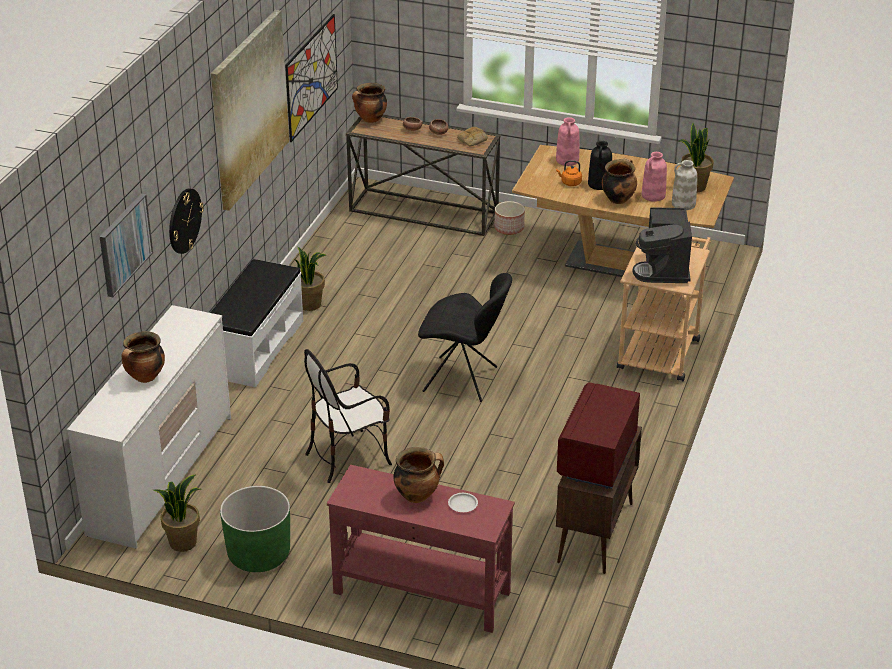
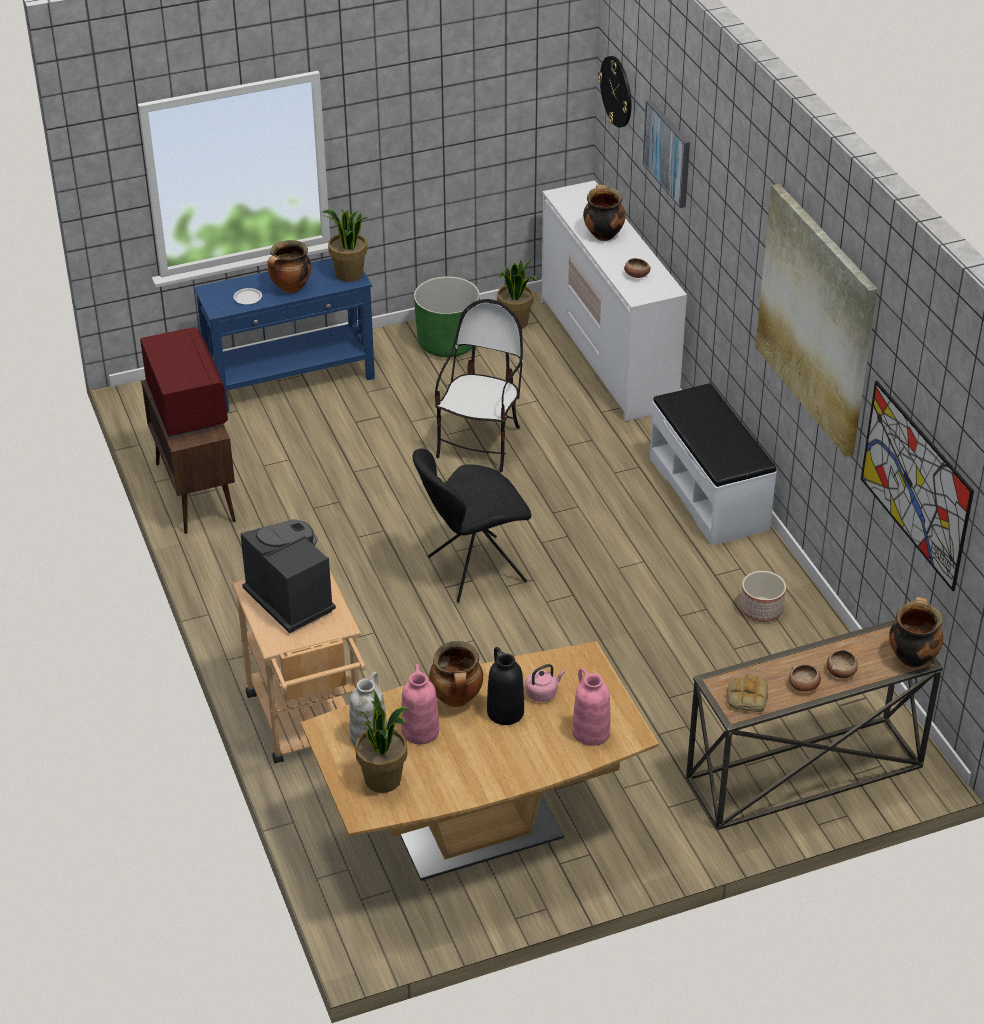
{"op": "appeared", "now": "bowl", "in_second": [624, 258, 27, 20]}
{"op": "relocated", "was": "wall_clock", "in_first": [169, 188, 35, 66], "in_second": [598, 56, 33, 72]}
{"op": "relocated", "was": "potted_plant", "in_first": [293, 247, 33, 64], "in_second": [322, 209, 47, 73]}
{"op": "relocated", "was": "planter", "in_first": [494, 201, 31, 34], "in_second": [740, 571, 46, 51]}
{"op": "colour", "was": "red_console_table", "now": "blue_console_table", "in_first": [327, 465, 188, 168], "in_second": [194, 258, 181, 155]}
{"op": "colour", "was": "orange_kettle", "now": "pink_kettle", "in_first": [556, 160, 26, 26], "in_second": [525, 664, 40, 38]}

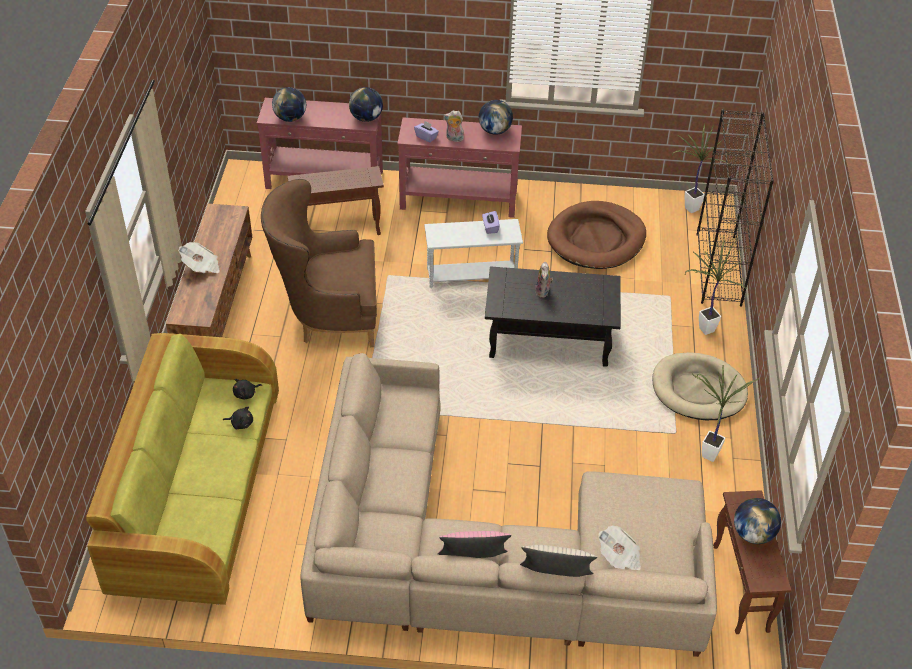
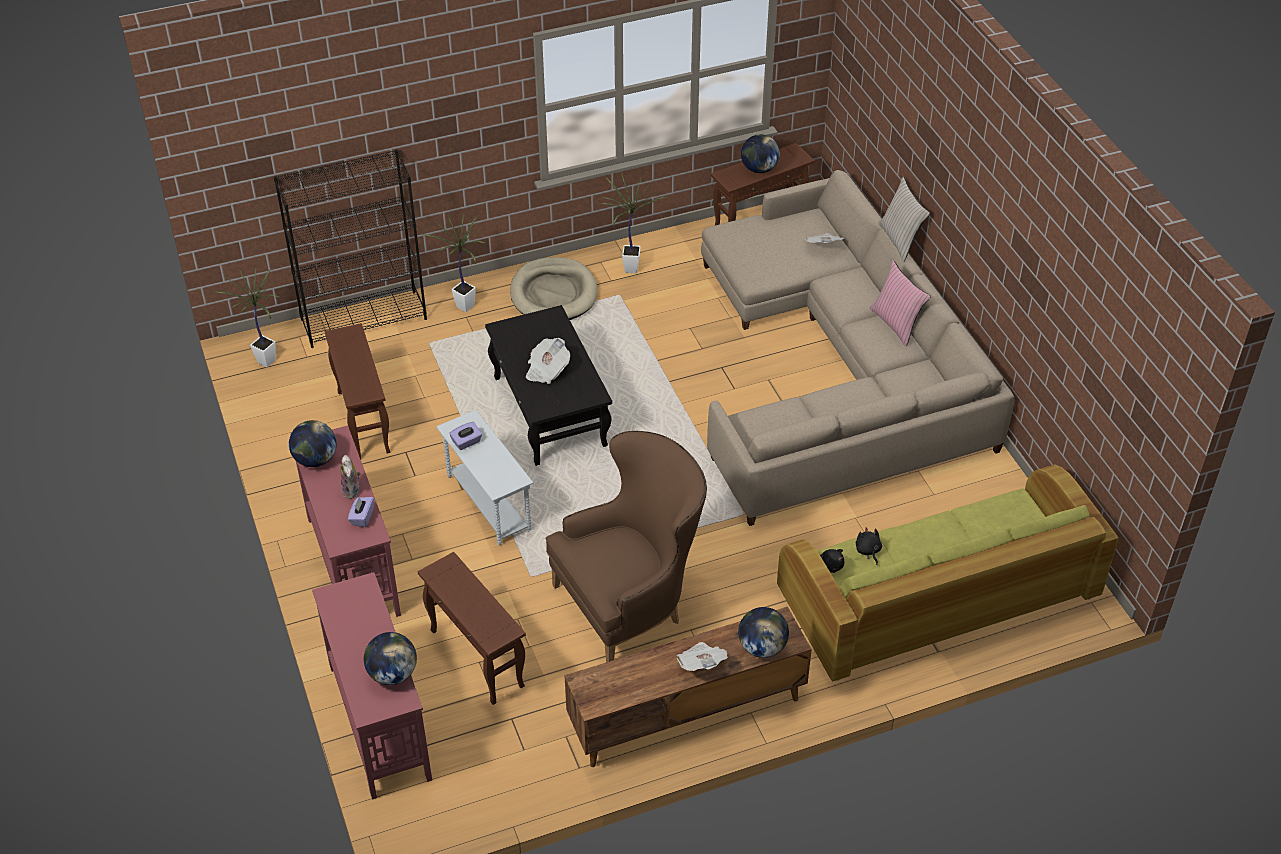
{"op": "relocated", "was": "globe", "in_first": [349, 87, 34, 35], "in_second": [738, 607, 51, 51]}
{"op": "exchanged", "was": "plush_toy", "now": "newspaper", "in_first": [535, 262, 18, 36], "in_second": [526, 338, 44, 46]}
{"op": "exchanged", "was": "brown_dog_bed", "now": "brown_side_table", "in_first": [547, 201, 99, 68], "in_second": [324, 323, 66, 136]}
{"op": "spun", "was": "brown_armchair", "in_first": [261, 179, 116, 168], "in_second": [546, 431, 161, 231], "clockwise": -90}

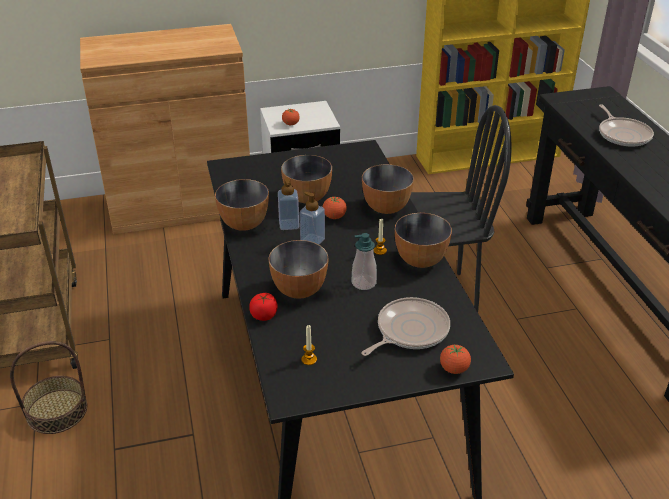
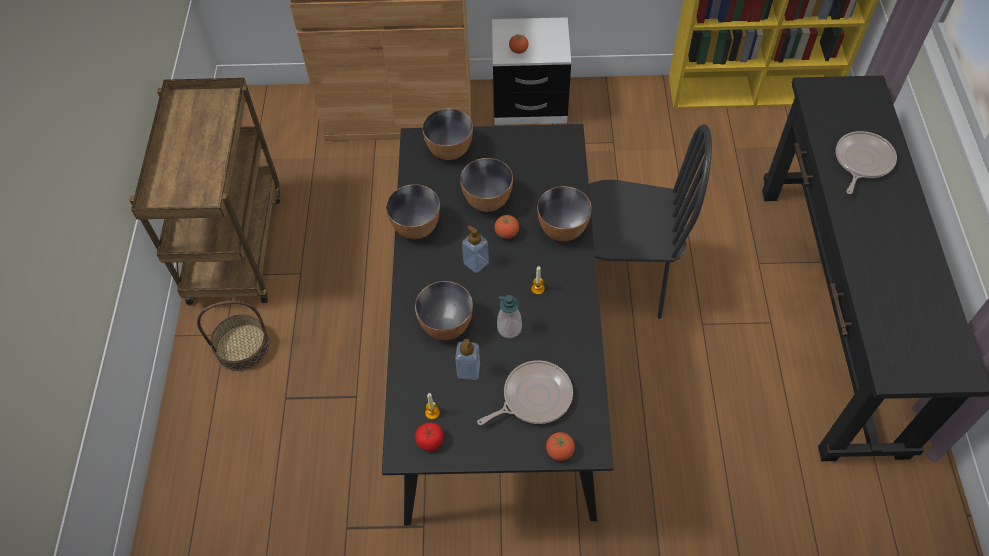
{"op": "relocated", "was": "tomato", "in_first": [249, 293, 29, 28], "in_second": [415, 423, 28, 28]}
{"op": "relocated", "was": "soap_dispenser", "in_first": [278, 178, 21, 52], "in_second": [455, 339, 25, 41]}
{"op": "relocated", "was": "bowl", "in_first": [395, 213, 57, 55], "in_second": [422, 108, 51, 52]}
{"op": "spun", "was": "frying_pan", "in_first": [599, 104, 55, 43], "in_second": [836, 131, 61, 63], "clockwise": -150}

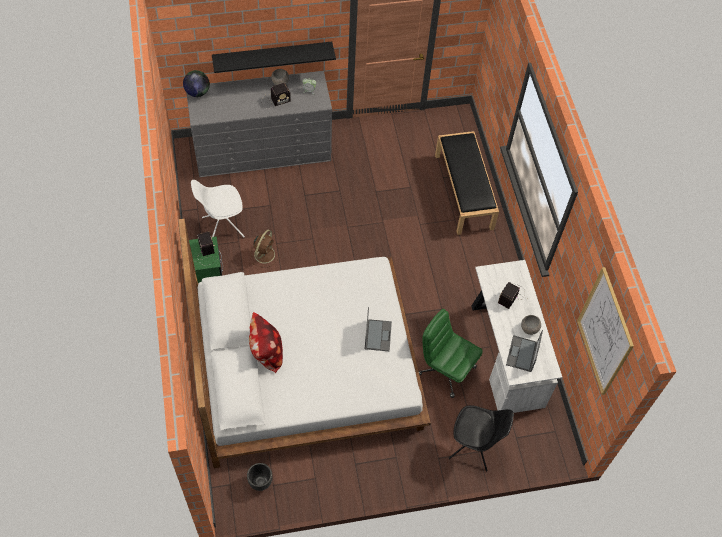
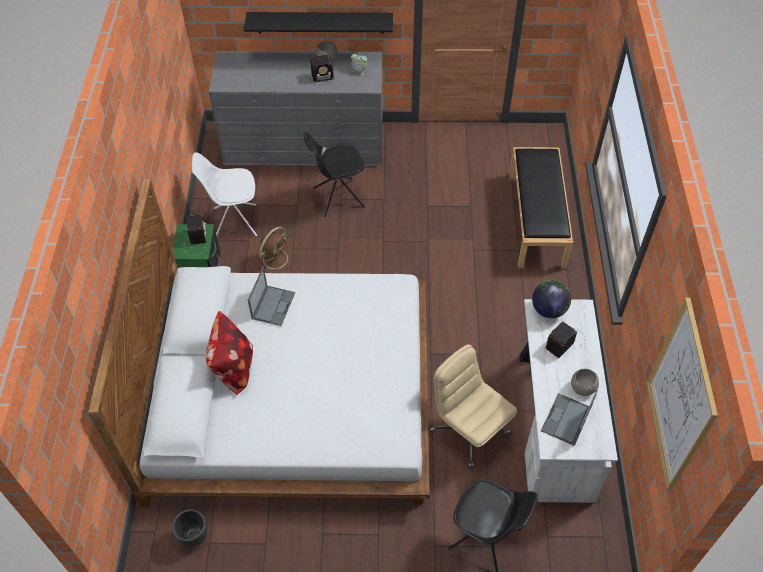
{"op": "appeared", "now": "black_chair", "in_second": [303, 132, 62, 85]}
{"op": "relocated", "was": "globe", "in_first": [183, 70, 27, 27], "in_second": [532, 280, 39, 38]}
{"op": "relocated", "was": "laptop", "in_first": [365, 307, 27, 44], "in_second": [248, 267, 47, 59]}
{"op": "colour", "was": "green_office_chair", "now": "beige_office_chair", "in_first": [419, 309, 64, 89], "in_second": [429, 344, 88, 125]}

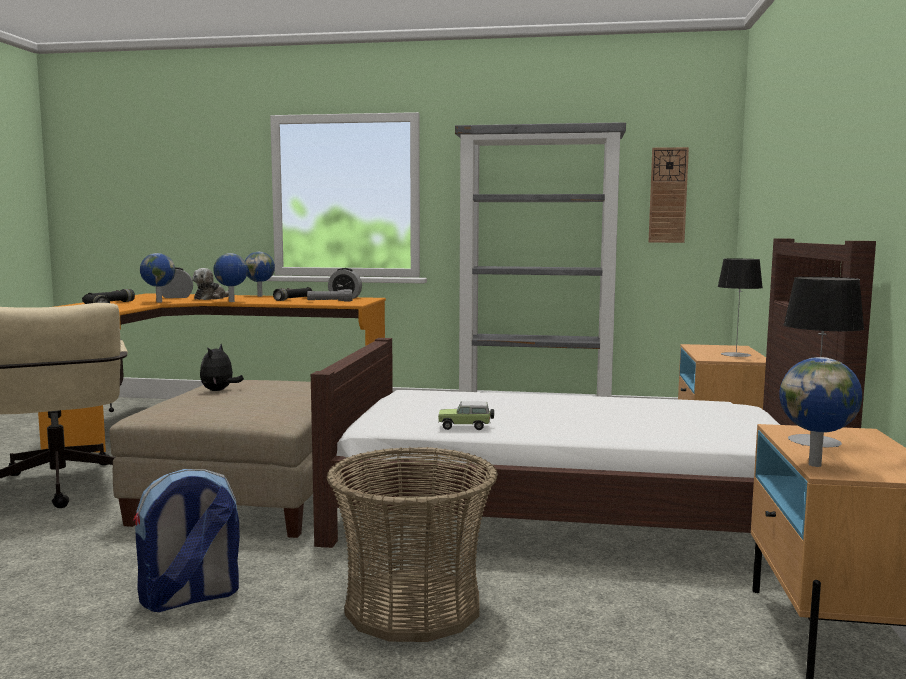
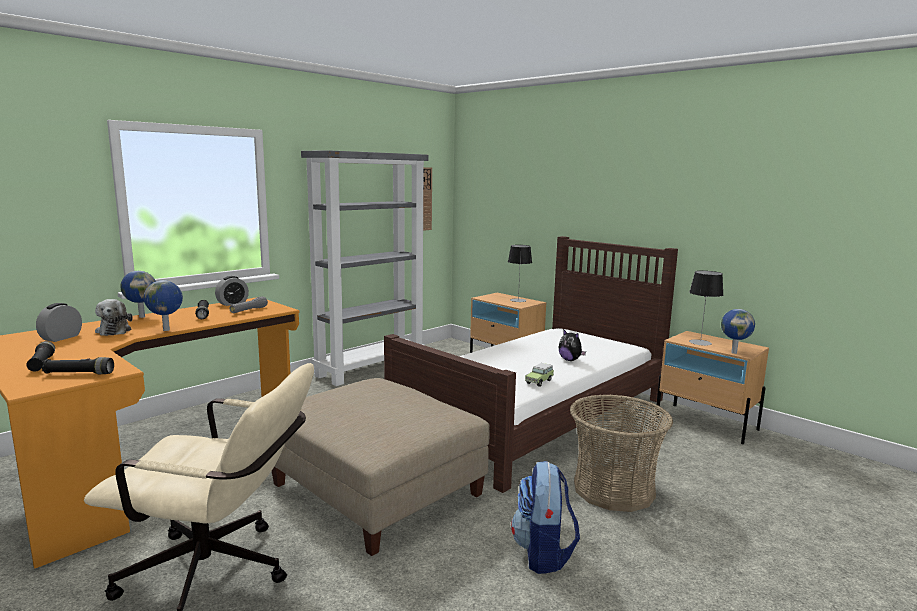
{"op": "missing", "was": "globe", "in_first": [140, 253, 35, 50]}
{"op": "relocated", "was": "plush_toy", "in_first": [200, 344, 44, 47], "in_second": [559, 329, 27, 32]}

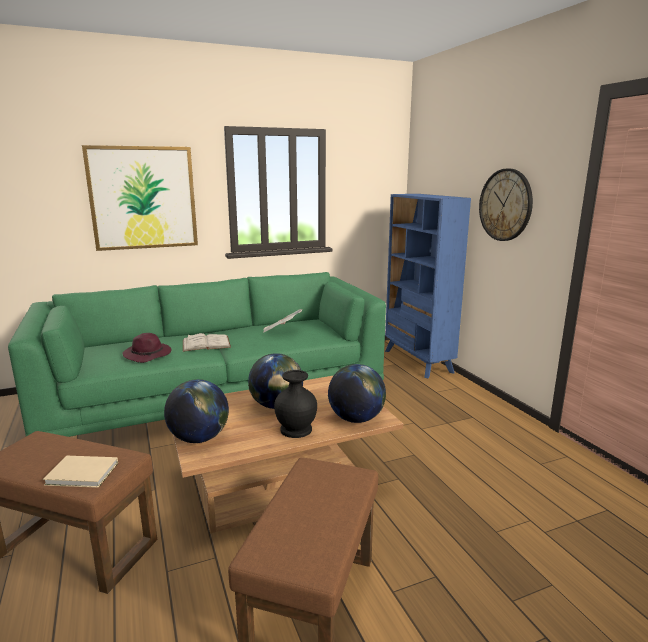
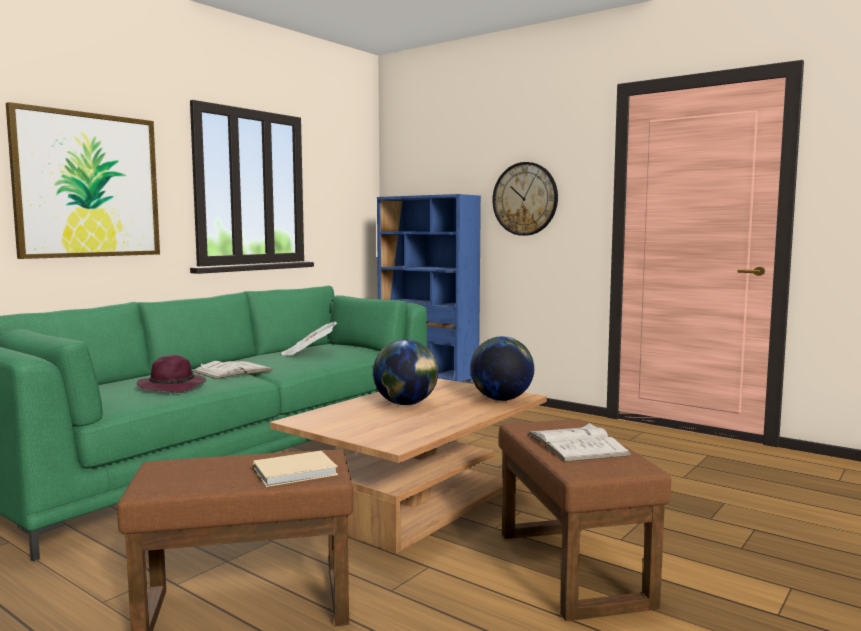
{"op": "missing", "was": "globe", "in_first": [164, 379, 65, 64]}
{"op": "missing", "was": "black_vase", "in_first": [274, 370, 43, 68]}
{"op": "appeared", "now": "white_book", "in_second": [527, 423, 105, 40]}

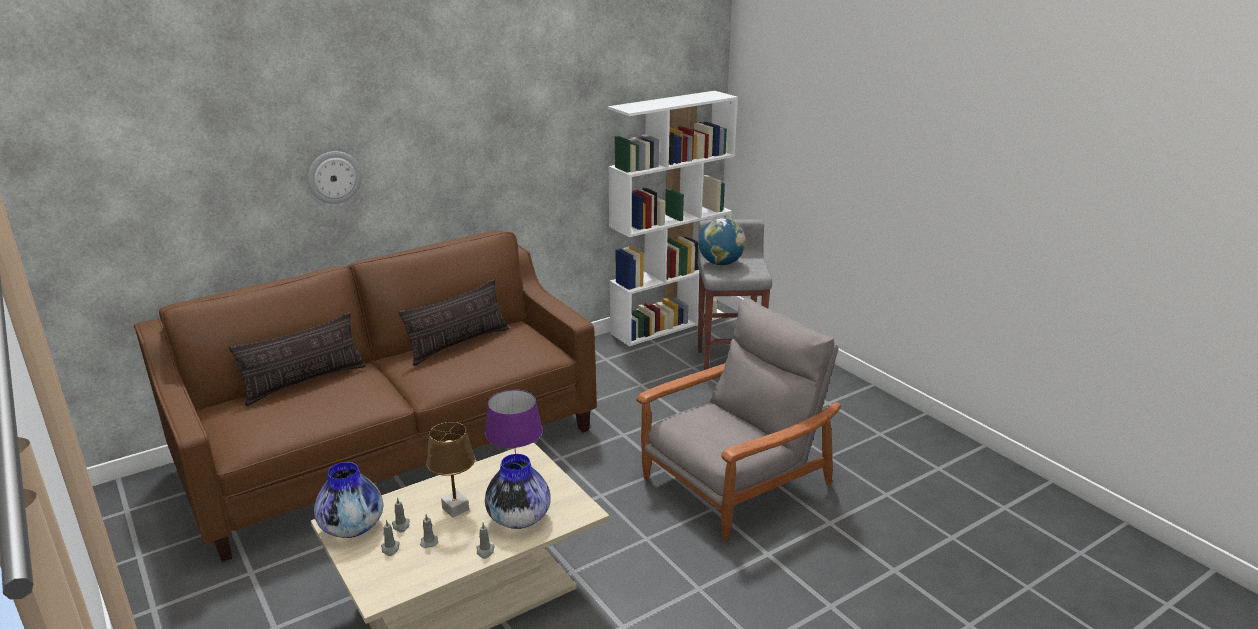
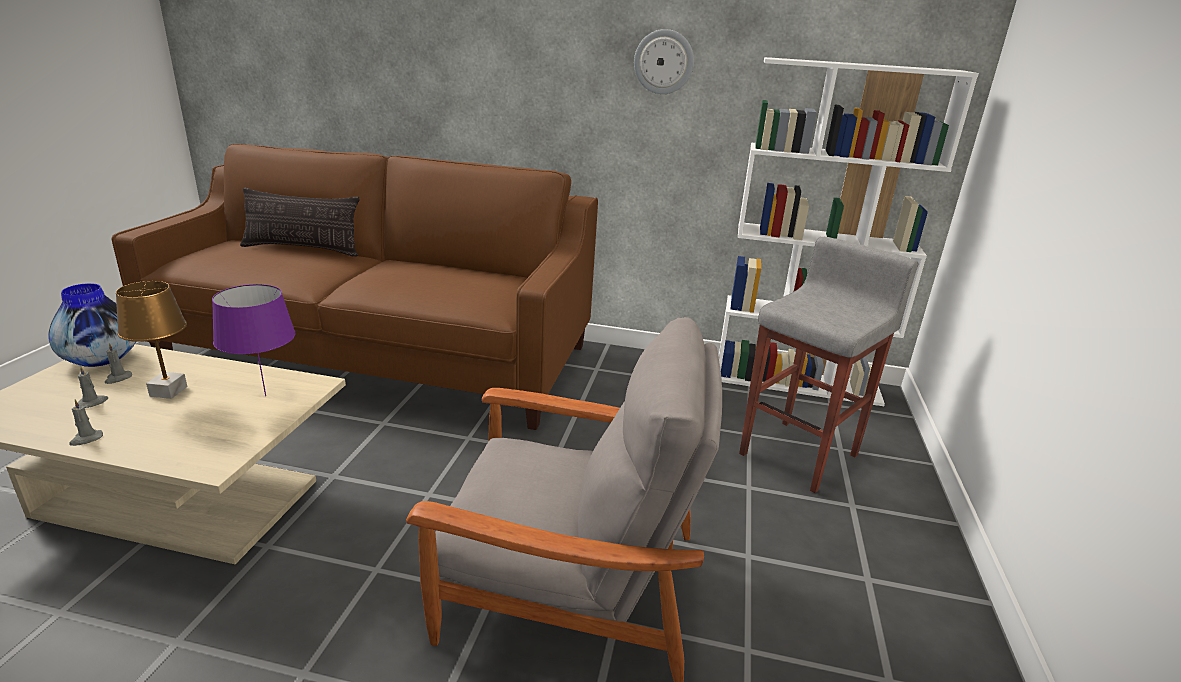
{"op": "missing", "was": "grey_candle", "in_first": [381, 520, 19, 36]}
{"op": "missing", "was": "pillow", "in_first": [399, 279, 110, 87]}
{"op": "missing", "was": "vase", "in_first": [485, 454, 66, 75]}
{"op": "missing", "was": "globe", "in_first": [699, 218, 47, 47]}
{"op": "relocated", "was": "wall_clock", "in_first": [308, 151, 54, 53], "in_second": [634, 29, 60, 65]}

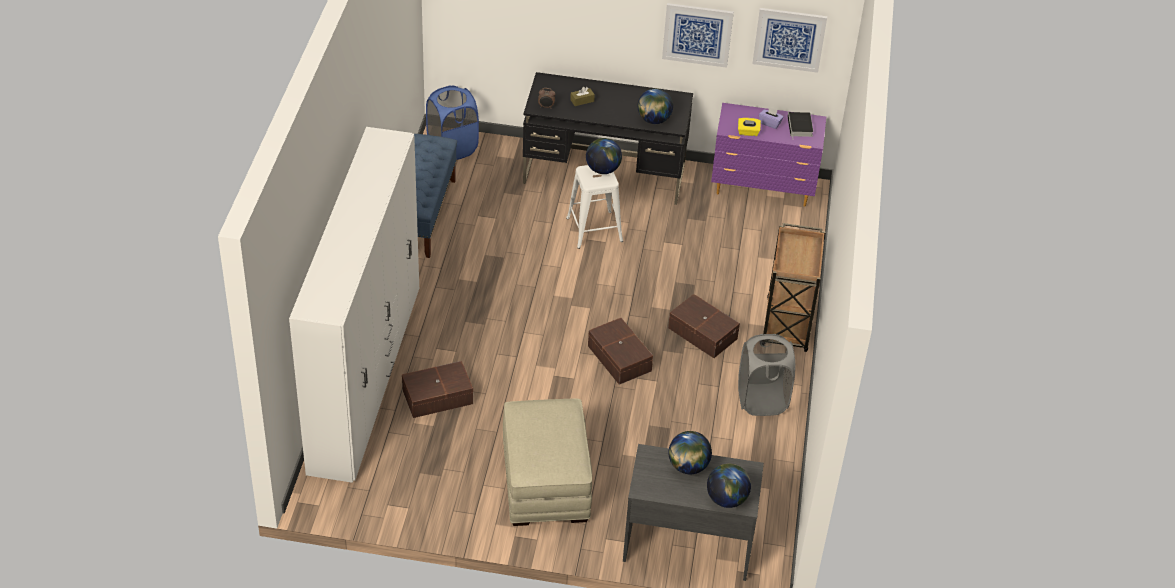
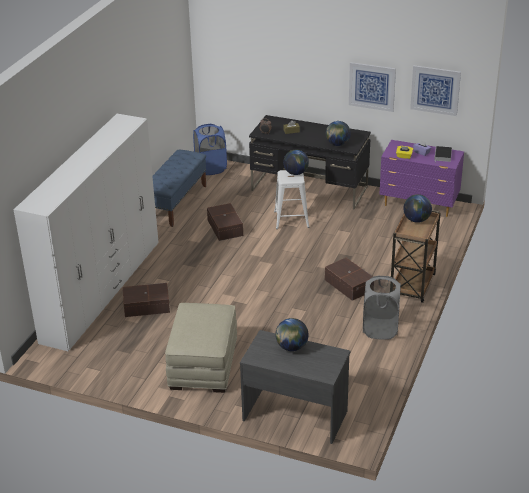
{"op": "relocated", "was": "brown_storage_box", "in_first": [588, 318, 65, 67], "in_second": [207, 203, 36, 38]}
{"op": "relocated", "was": "globe", "in_first": [707, 464, 44, 44], "in_second": [403, 194, 29, 29]}

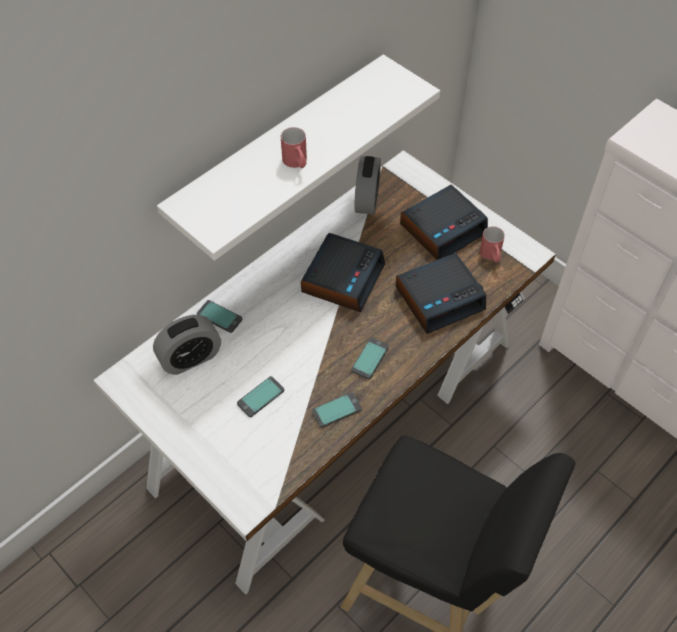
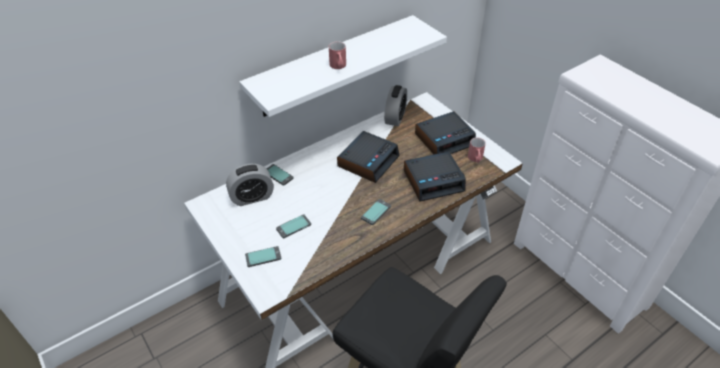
{"op": "relocated", "was": "phone", "in_first": [312, 392, 50, 36], "in_second": [245, 246, 37, 21]}

